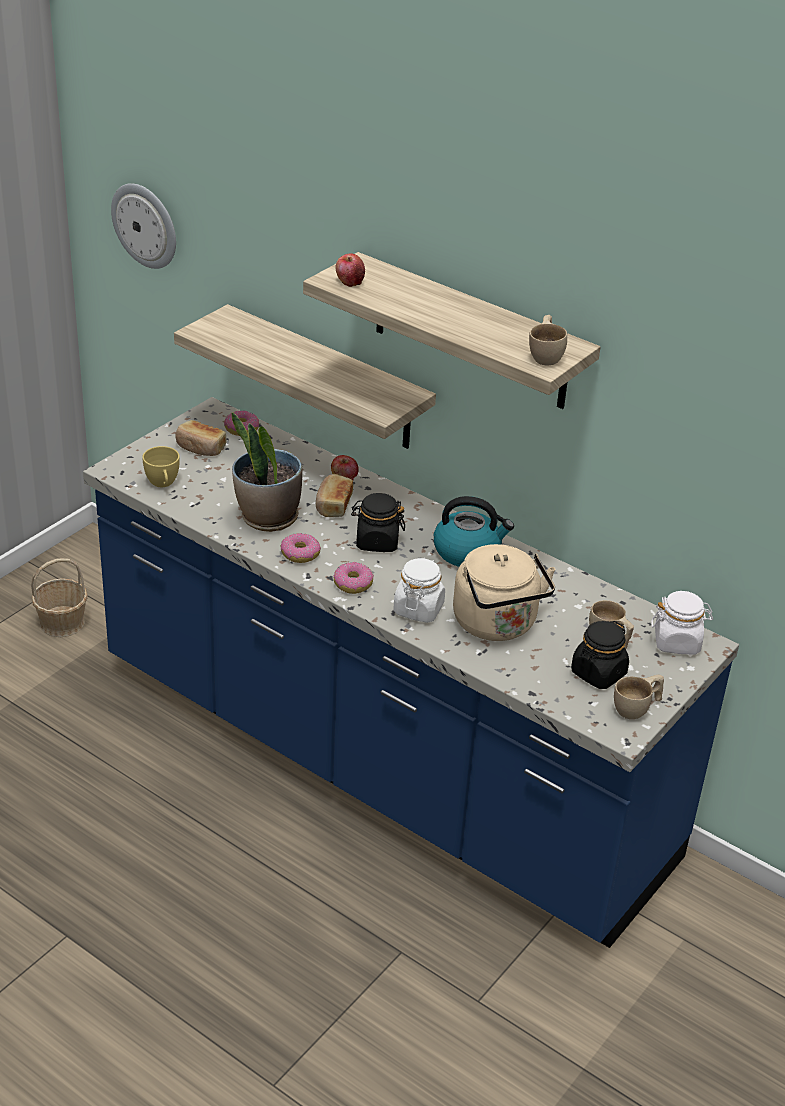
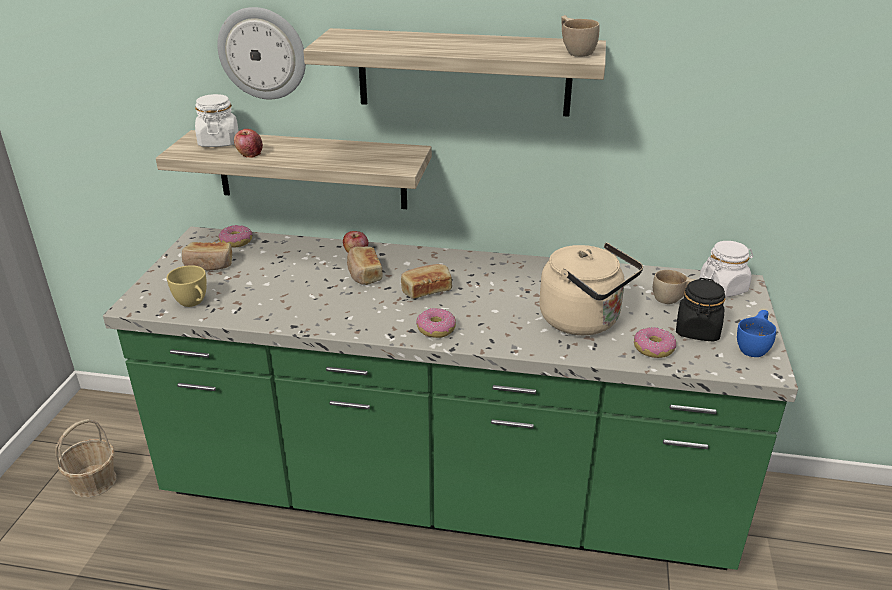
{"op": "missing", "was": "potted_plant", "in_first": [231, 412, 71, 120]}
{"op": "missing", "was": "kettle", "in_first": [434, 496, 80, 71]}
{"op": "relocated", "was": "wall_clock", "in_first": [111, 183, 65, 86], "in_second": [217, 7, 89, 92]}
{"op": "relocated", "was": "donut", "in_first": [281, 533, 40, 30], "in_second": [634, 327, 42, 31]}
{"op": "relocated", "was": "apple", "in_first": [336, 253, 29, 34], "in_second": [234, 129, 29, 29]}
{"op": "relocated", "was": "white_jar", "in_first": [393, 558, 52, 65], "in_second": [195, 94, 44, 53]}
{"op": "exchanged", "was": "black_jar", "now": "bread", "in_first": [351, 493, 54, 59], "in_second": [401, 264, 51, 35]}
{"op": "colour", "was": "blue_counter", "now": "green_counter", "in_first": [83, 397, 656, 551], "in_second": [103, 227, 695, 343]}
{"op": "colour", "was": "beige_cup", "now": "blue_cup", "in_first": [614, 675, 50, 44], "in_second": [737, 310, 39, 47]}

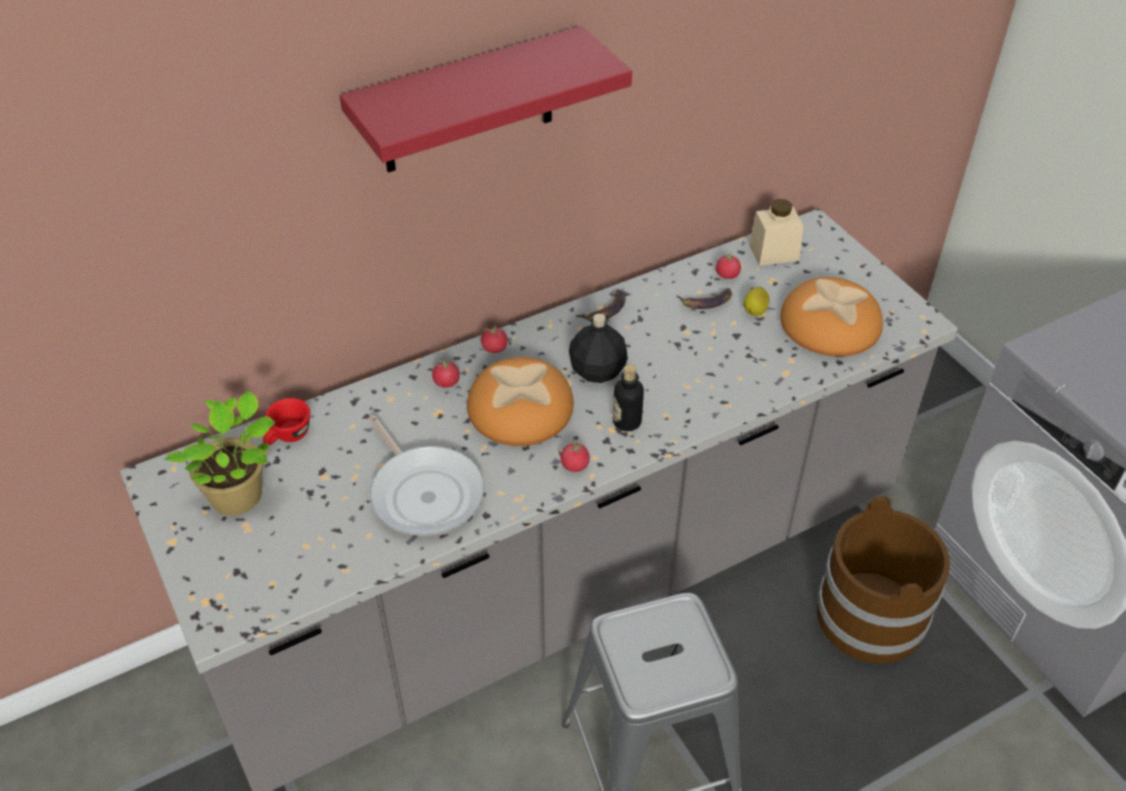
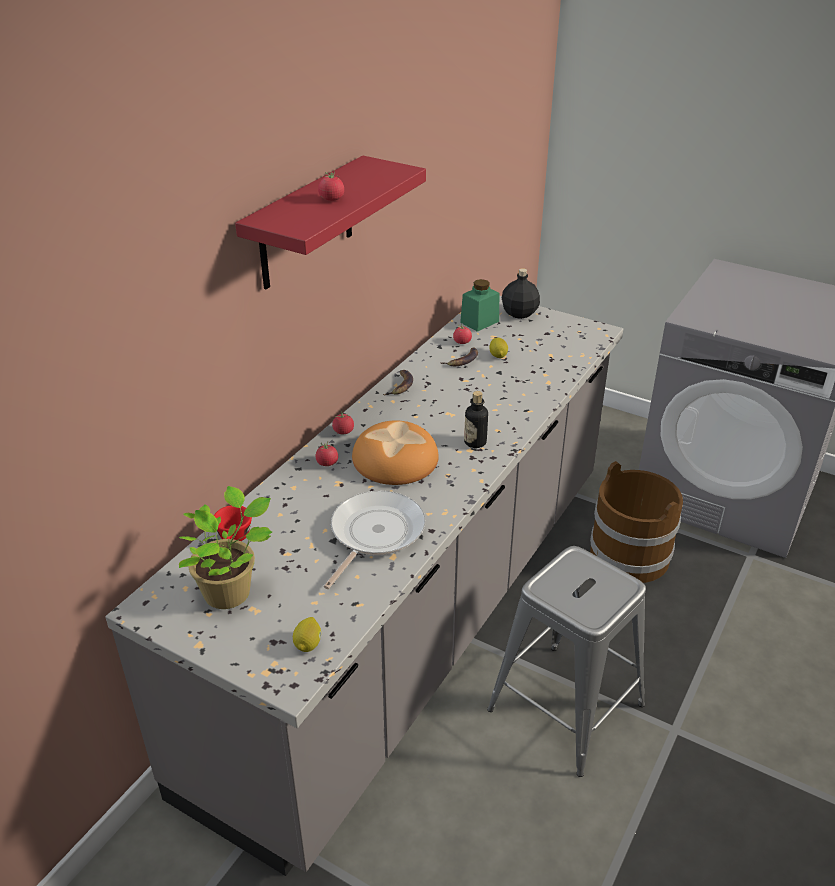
{"op": "missing", "was": "bread", "in_first": [780, 277, 103, 79]}
{"op": "appeared", "now": "lemon", "in_second": [293, 617, 28, 35]}
{"op": "relocated", "was": "tomato", "in_first": [560, 439, 30, 33], "in_second": [318, 171, 26, 30]}
{"op": "relocated", "was": "black_bottle", "in_first": [569, 313, 59, 70], "in_second": [502, 268, 38, 51]}
{"op": "colour", "was": "beige_jar", "now": "green_jar", "in_first": [749, 199, 55, 67], "in_second": [460, 279, 39, 53]}
{"op": "spun", "was": "frying_pan", "in_first": [370, 416, 115, 120], "in_second": [323, 491, 103, 98], "clockwise": -90}

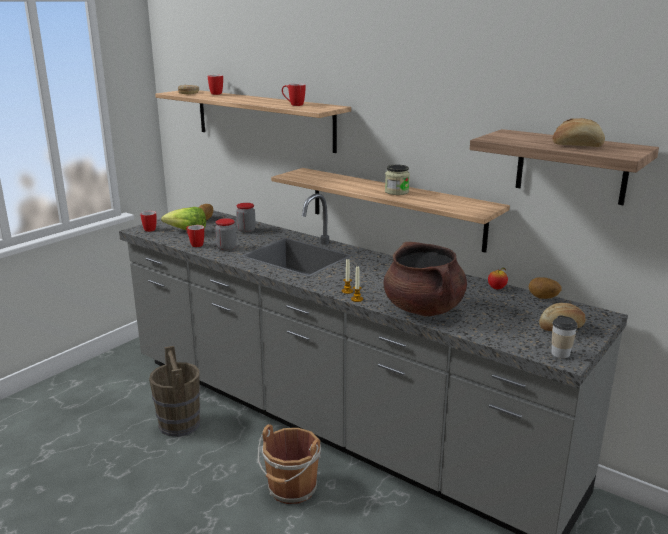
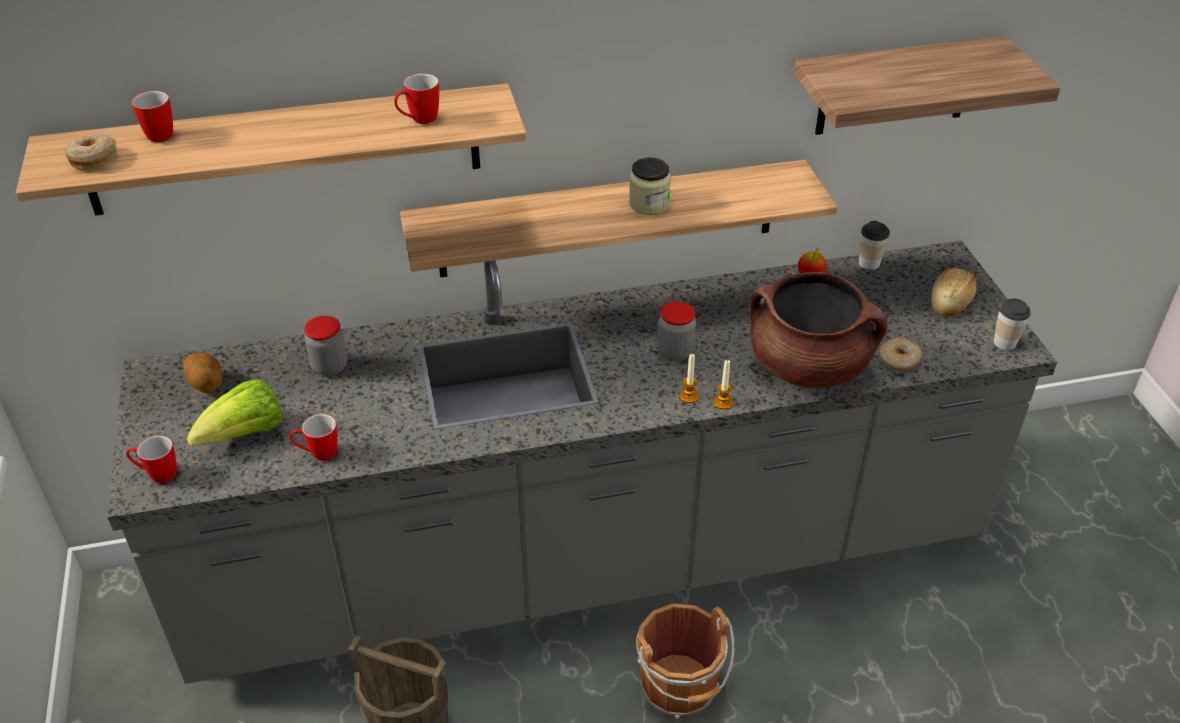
{"op": "missing", "was": "bread", "in_first": [553, 118, 52, 29]}
{"op": "appeared", "now": "donut", "in_second": [880, 338, 42, 33]}
{"op": "relocated", "was": "jar", "in_first": [215, 218, 22, 33], "in_second": [657, 302, 39, 59]}
{"op": "exchanged", "was": "potato", "now": "cup", "in_first": [529, 277, 33, 22], "in_second": [859, 221, 31, 49]}

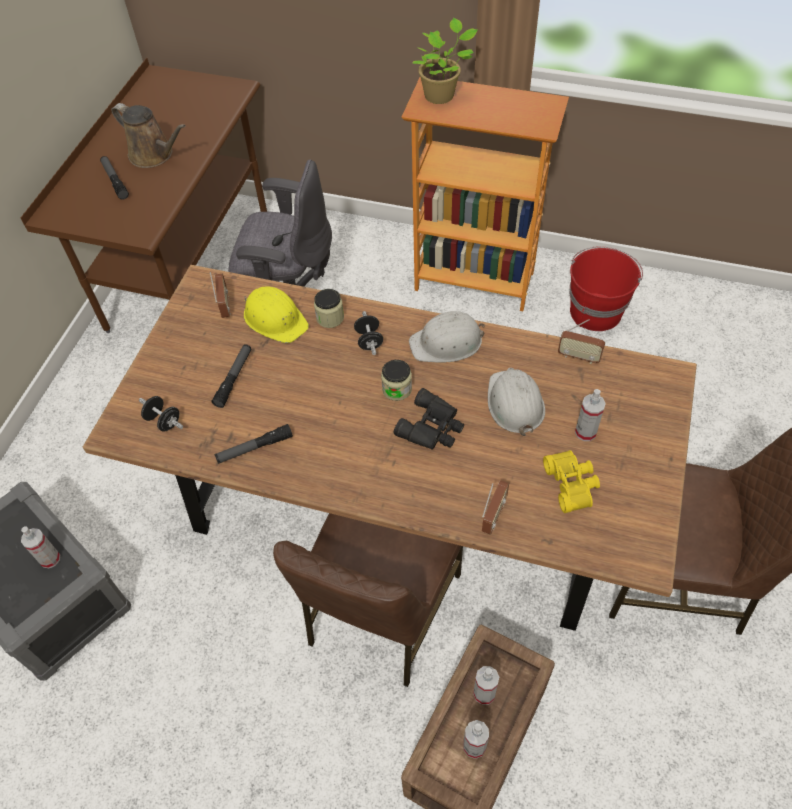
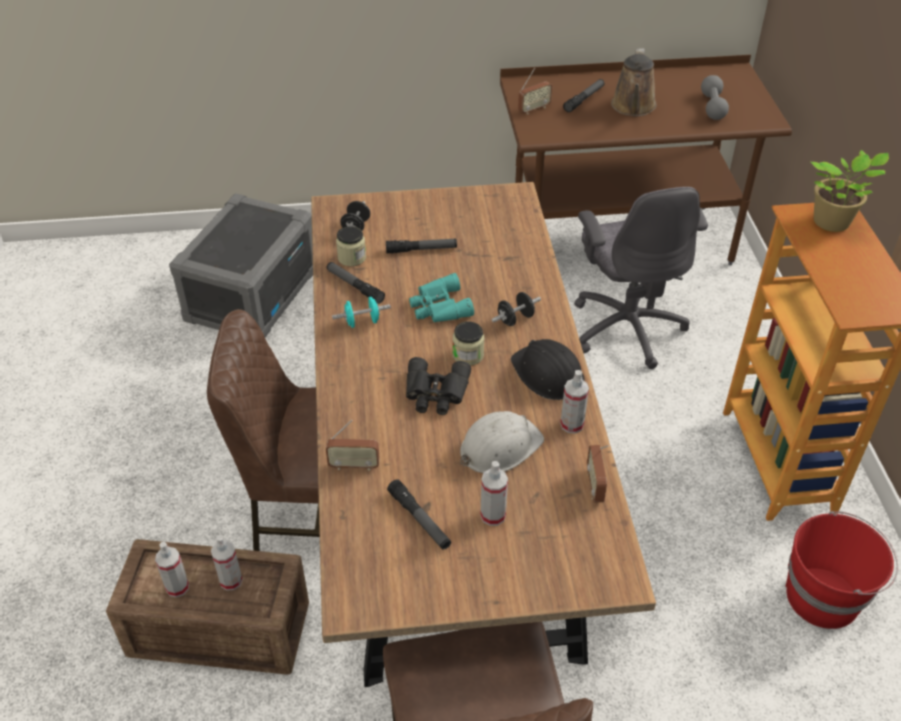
{"op": "missing", "was": "yellow_hard_hat", "in_first": [244, 286, 65, 57]}
{"op": "appeared", "now": "turquoise_dumbbell", "in_second": [332, 297, 59, 31]}
{"op": "appeared", "now": "turquoise_binoculars", "in_second": [409, 273, 65, 49]}
{"op": "appeared", "now": "grey_dumbbell", "in_second": [701, 75, 28, 45]}
{"op": "relocated", "was": "spray_bottle", "in_first": [21, 526, 39, 42], "in_second": [560, 370, 29, 64]}
{"op": "relocated", "was": "radio", "in_first": [210, 272, 20, 46], "in_second": [518, 67, 34, 47]}
{"op": "relocated", "was": "jar", "in_first": [314, 289, 30, 39], "in_second": [336, 226, 30, 40]}
{"op": "exchanged", "was": "yellow_binoculars", "now": "flashlight", "in_first": [543, 450, 57, 63], "in_second": [387, 479, 64, 71]}
{"op": "colour", "was": "white_hard_hat", "now": "black_hard_hat", "in_first": [409, 311, 76, 51], "in_second": [511, 339, 74, 61]}

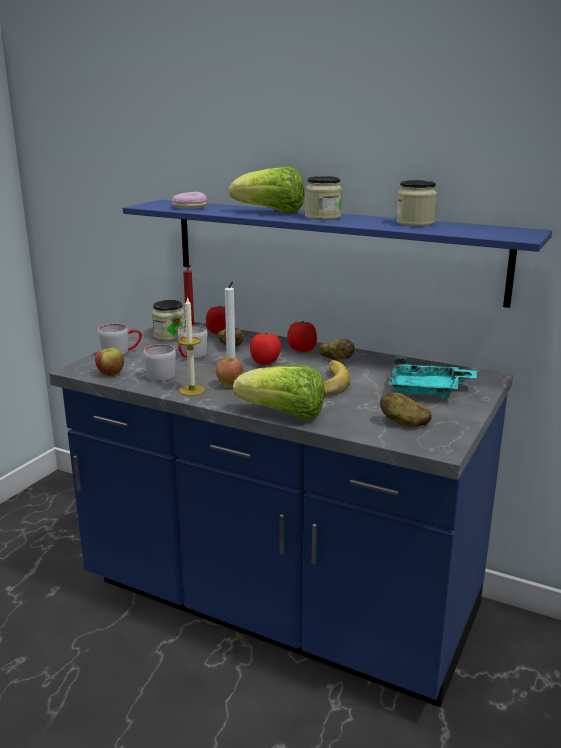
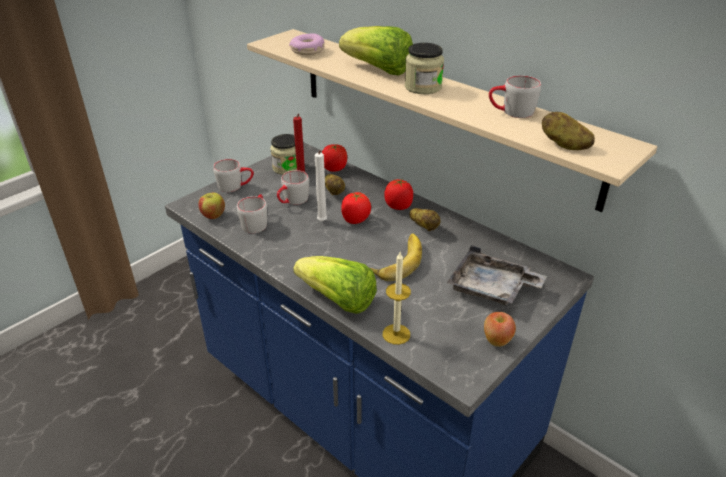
{"op": "relocated", "was": "candle", "in_first": [179, 297, 26, 99], "in_second": [383, 252, 28, 93]}
{"op": "relocated", "was": "apple", "in_first": [216, 358, 27, 30], "in_second": [484, 312, 32, 35]}
{"op": "relocated", "was": "potato", "in_first": [380, 392, 52, 35], "in_second": [542, 112, 53, 38]}
{"op": "exchanged", "was": "jar", "now": "grey_mug", "in_first": [396, 180, 41, 46], "in_second": [489, 75, 52, 43]}
{"op": "colour", "was": "blue_shelf", "now": "beige_shelf", "in_first": [123, 200, 429, 108], "in_second": [247, 29, 411, 183]}
{"op": "colour", "was": "turquoise_tray", "now": "grey_tray", "in_first": [388, 358, 89, 40], "in_second": [447, 245, 100, 60]}

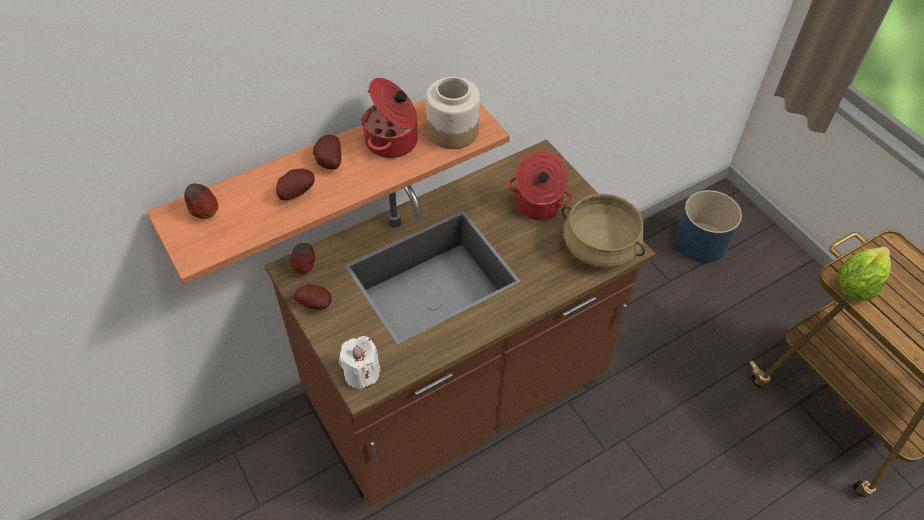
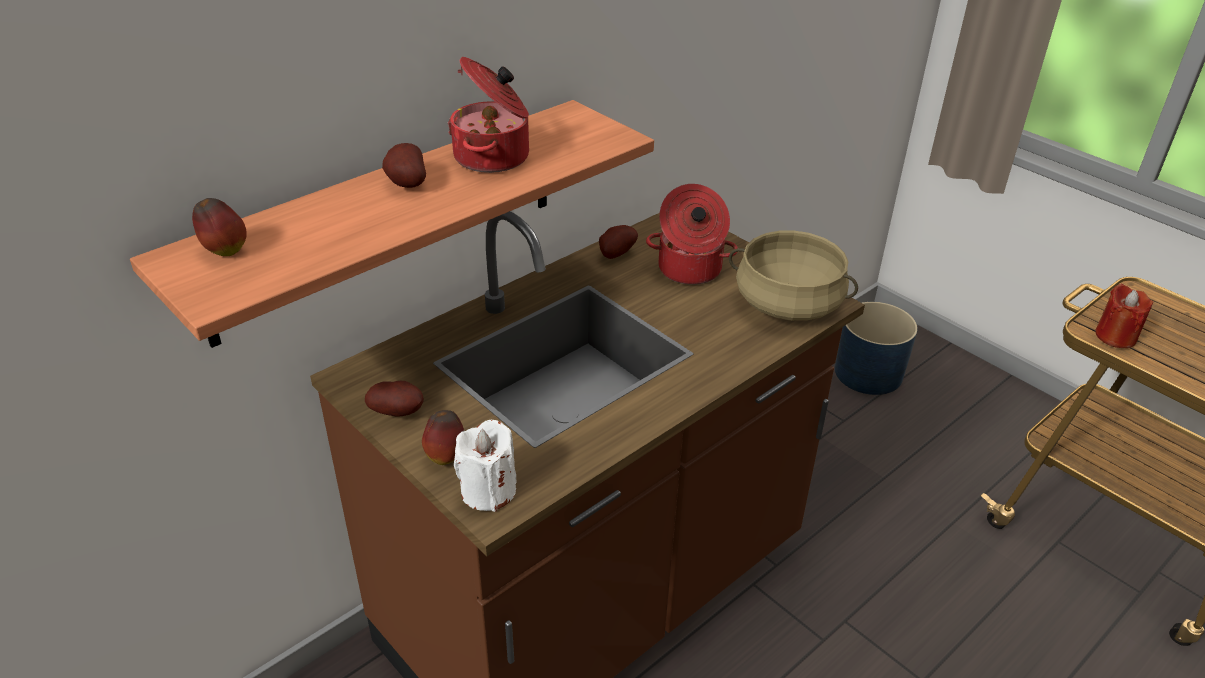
{"op": "missing", "was": "jar", "in_first": [426, 77, 54, 72]}
{"op": "relocated", "was": "potato", "in_first": [276, 169, 39, 31], "in_second": [599, 225, 39, 34]}
{"op": "relocated", "was": "apple", "in_first": [289, 243, 26, 32], "in_second": [422, 410, 42, 55]}
{"op": "exchanged", "was": "lettuce", "now": "red_candle", "in_first": [838, 247, 53, 54], "in_second": [1095, 284, 58, 64]}

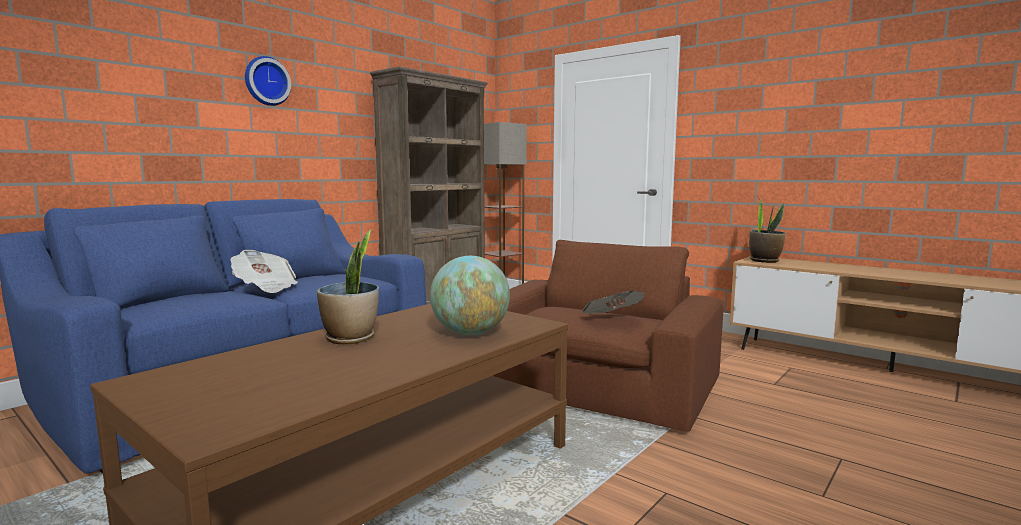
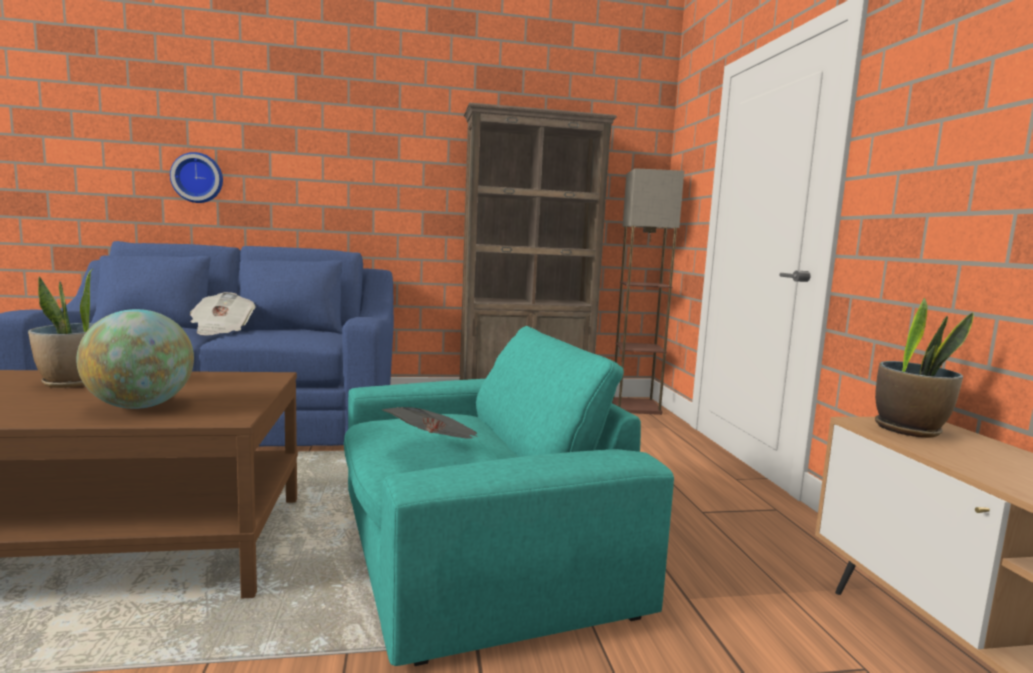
{"op": "relocated", "was": "wall_clock", "in_first": [245, 56, 46, 50], "in_second": [170, 152, 53, 51]}
{"op": "colour", "was": "brown_armchair", "now": "turquoise_armchair", "in_first": [493, 240, 231, 192], "in_second": [344, 326, 330, 340]}

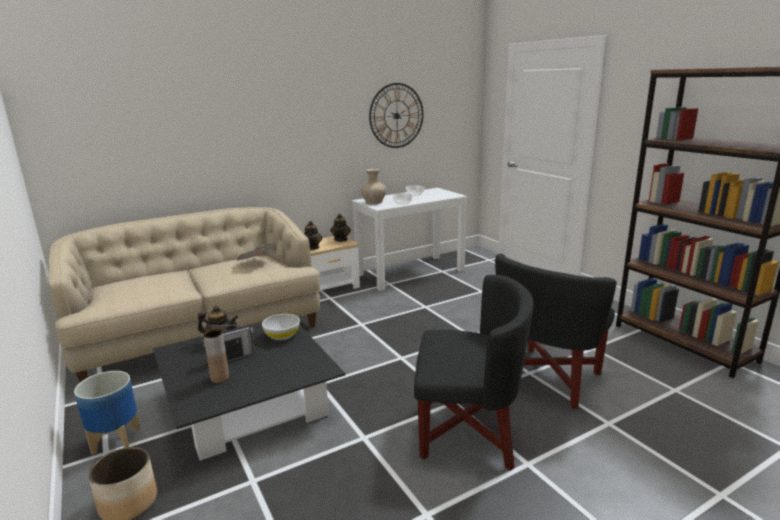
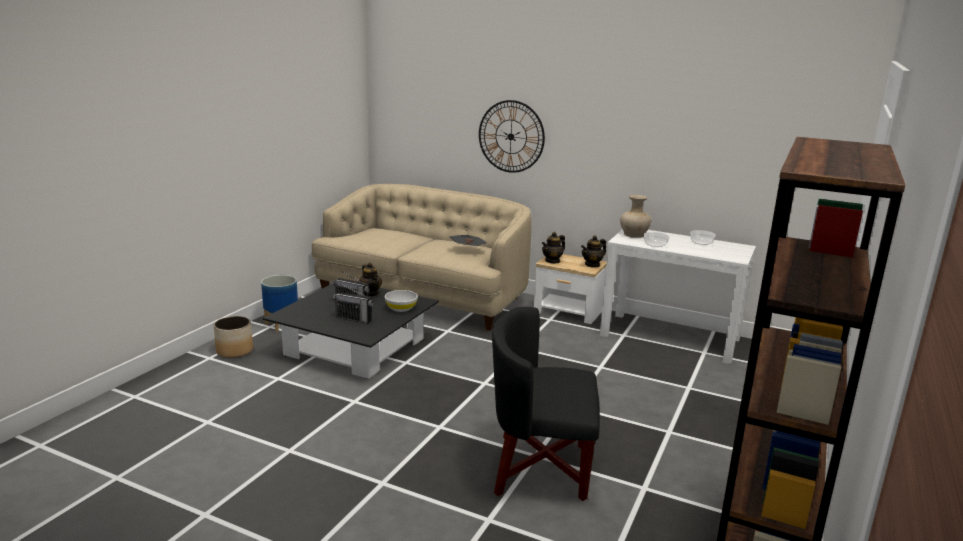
{"op": "missing", "was": "brown_vase", "in_first": [204, 329, 25, 54]}
{"op": "missing", "was": "black_armchair", "in_first": [414, 275, 119, 196]}
{"op": "appeared", "now": "radio", "in_second": [333, 284, 40, 39]}
{"op": "relocated", "was": "wall_clock", "in_first": [369, 83, 54, 65], "in_second": [479, 100, 66, 73]}

